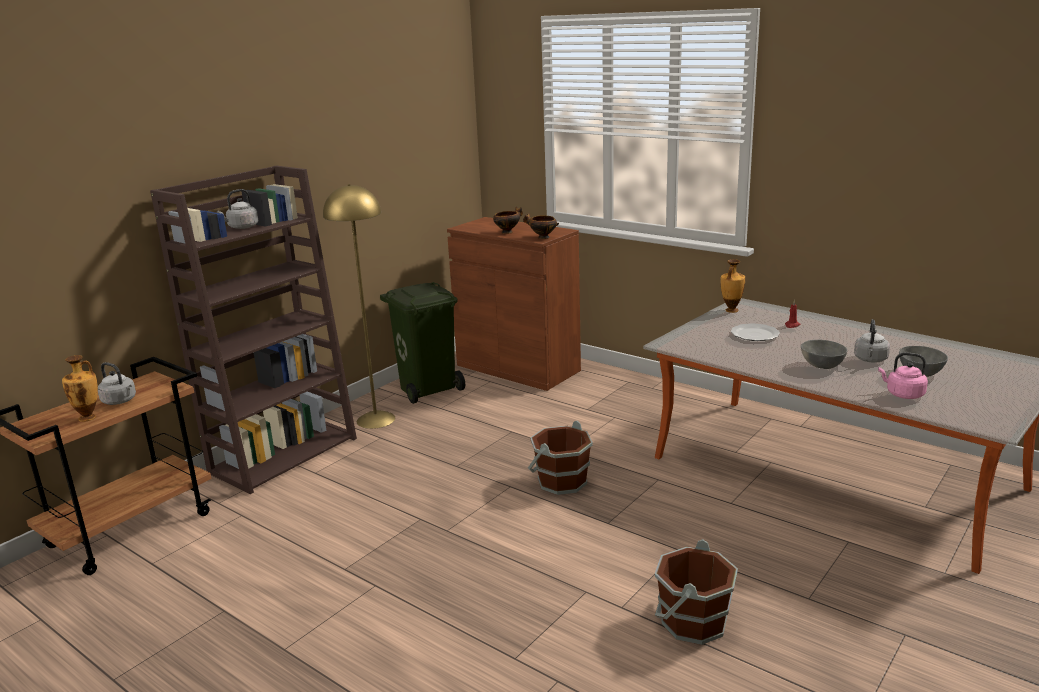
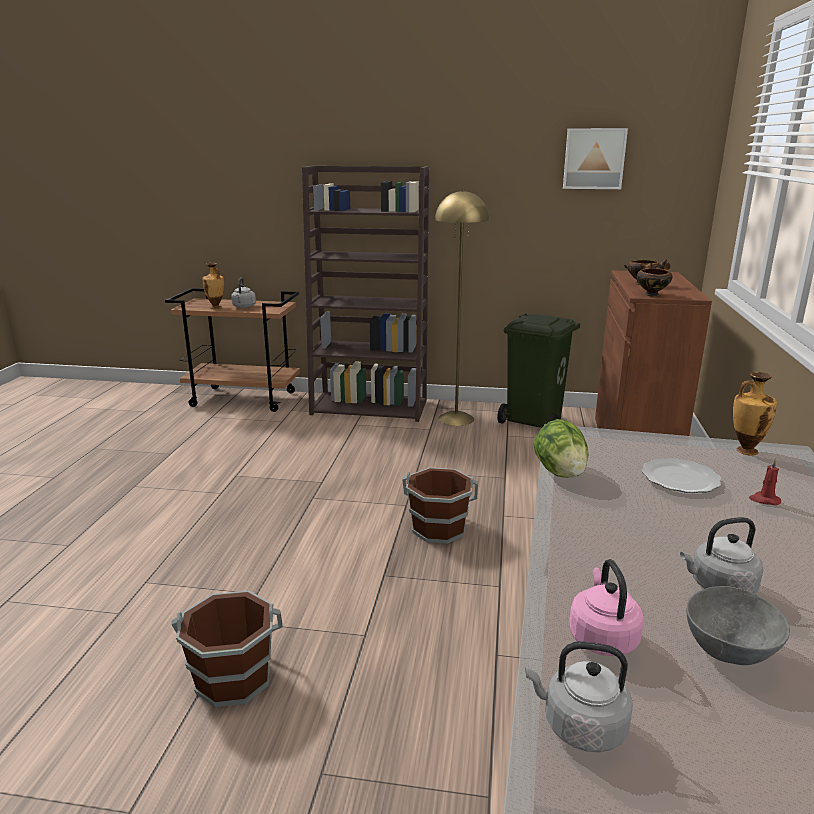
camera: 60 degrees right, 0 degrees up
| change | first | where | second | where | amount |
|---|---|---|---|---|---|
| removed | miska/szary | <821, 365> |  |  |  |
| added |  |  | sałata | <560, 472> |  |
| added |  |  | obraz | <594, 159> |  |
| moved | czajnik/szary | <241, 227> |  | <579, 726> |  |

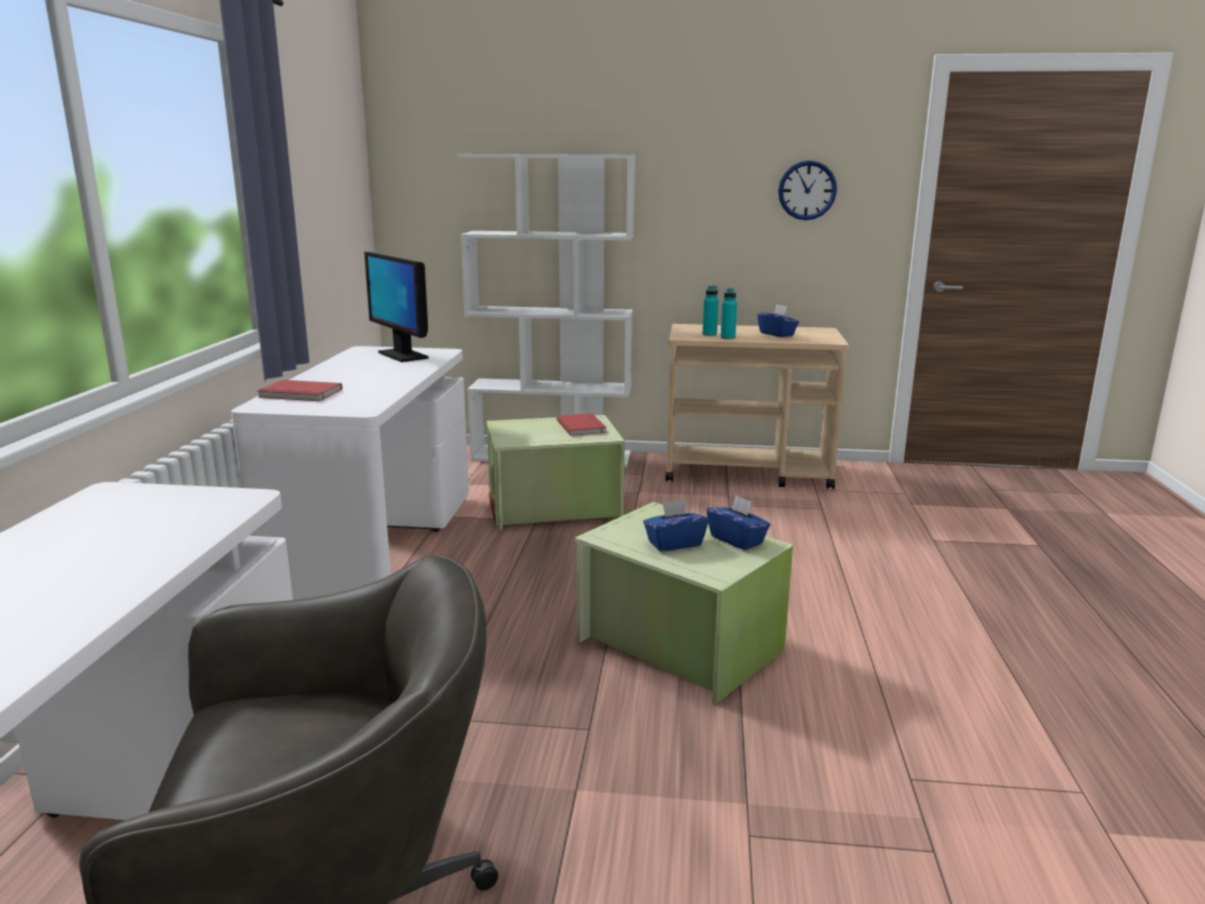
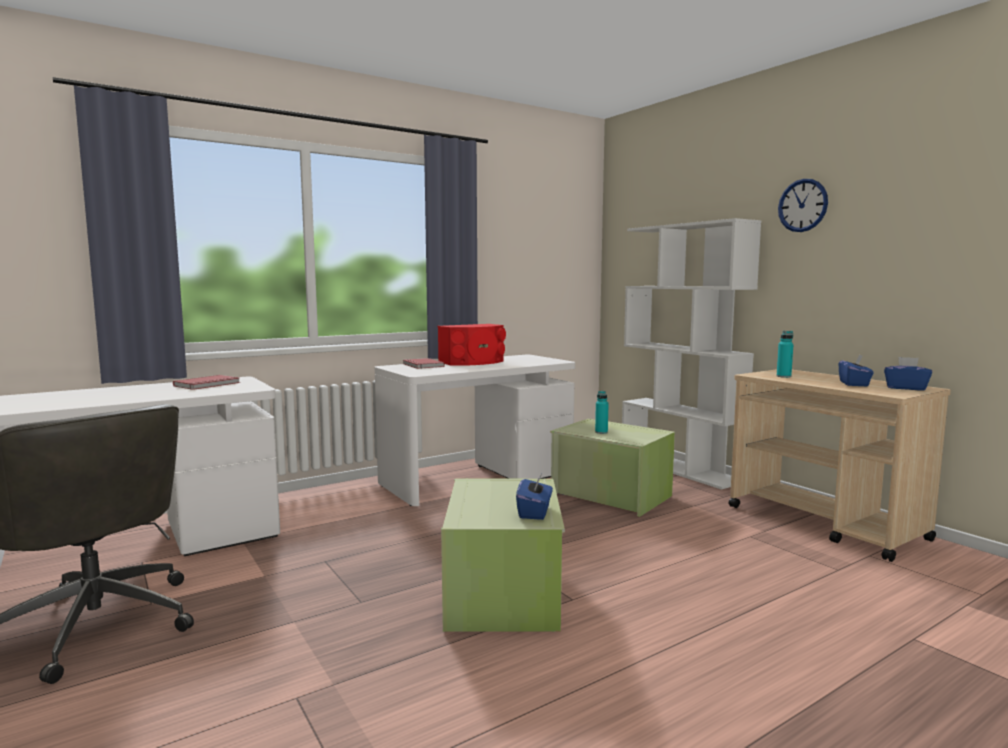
camera: 50 degrees right, 10 degrees down
| change | first | where | second | where | amount |
|---|---|---|---|---|---|
| removed | monitor | <402, 355> |  |  |  |
| added |  |  | głośnik/czerwony | <473, 362> |  |
| moved | książka/czerwony | <583, 426> |  | <208, 384> |  |
| moved | pudełko chusteczek/niebieski | <674, 543> |  | <905, 388> |  |
| moved | butelka/turkusowy | <727, 338> |  | <601, 432> |  |
| moved | zegar ścienny | <807, 190> |  | <802, 205> |  |

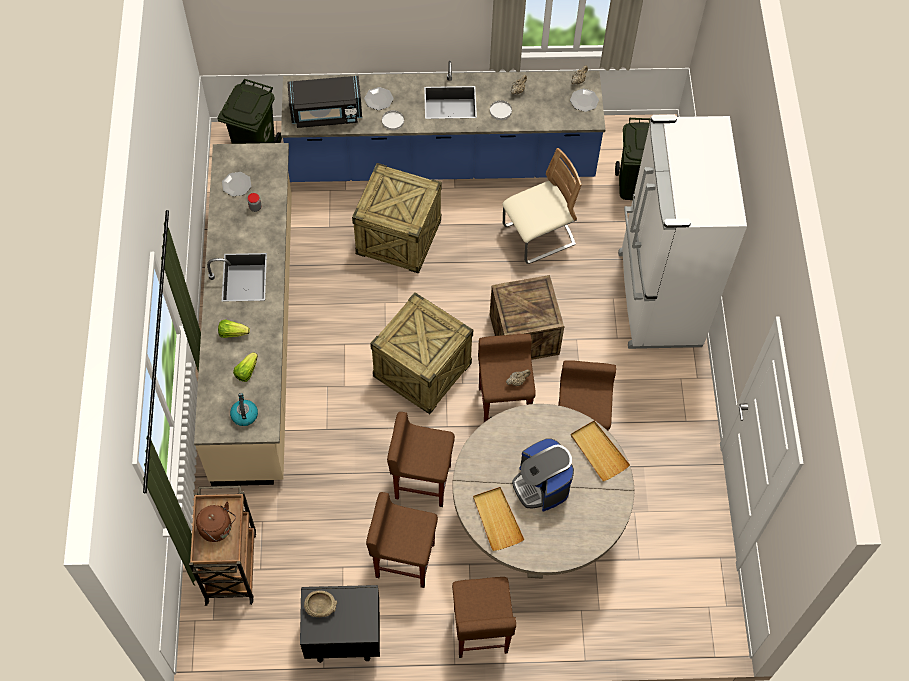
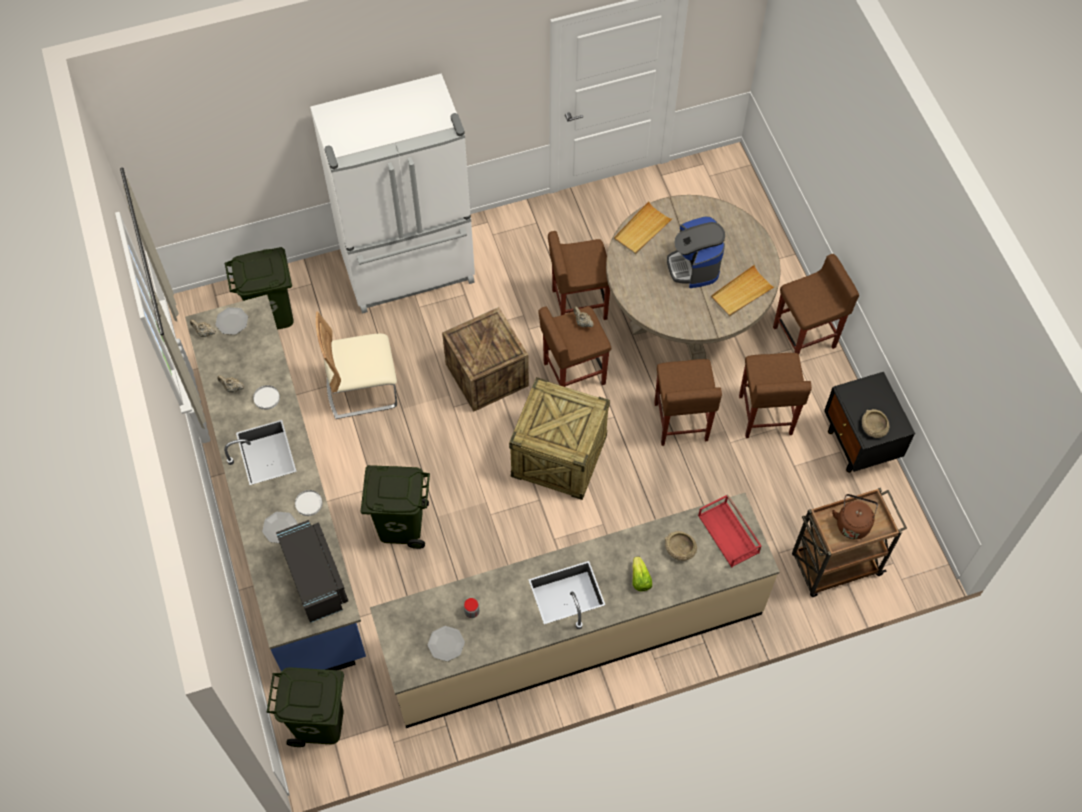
camera: 105 degrees left, 0 degrees up
| change | first | where | second | where | amount |
|---|---|---|---|---|---|
| replaced | czajnik | <244, 415> | taca/czerwony | <729, 534> |  |
| replaced | sałata | <246, 371> | miska/beżowy | <680, 549> |  |
| replaced | skrzynka | <399, 236> | kosz na śmieci/zielony | <401, 525> |  |
| turned | krzesło/beżowy | <538, 236> |  | <362, 389> | 60 degrees counterclockwise |
| turned | ekspres do kawy | <541, 485> |  | <694, 266> | 120 degrees clockwise |

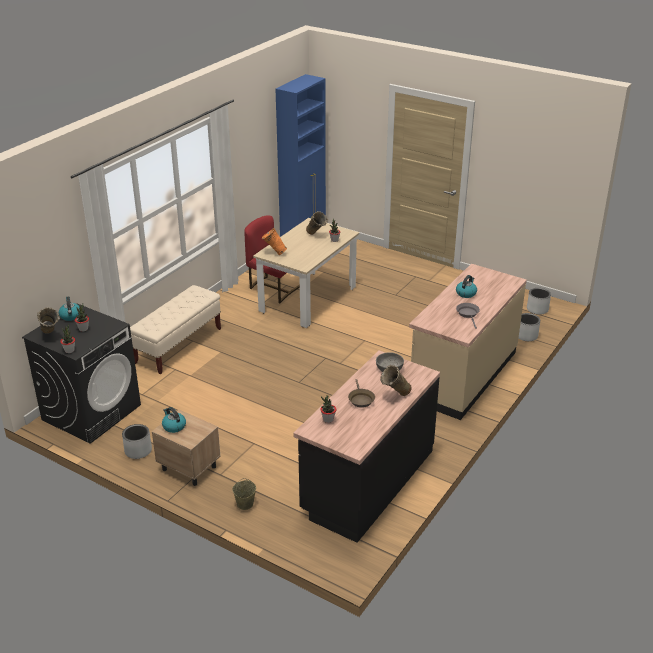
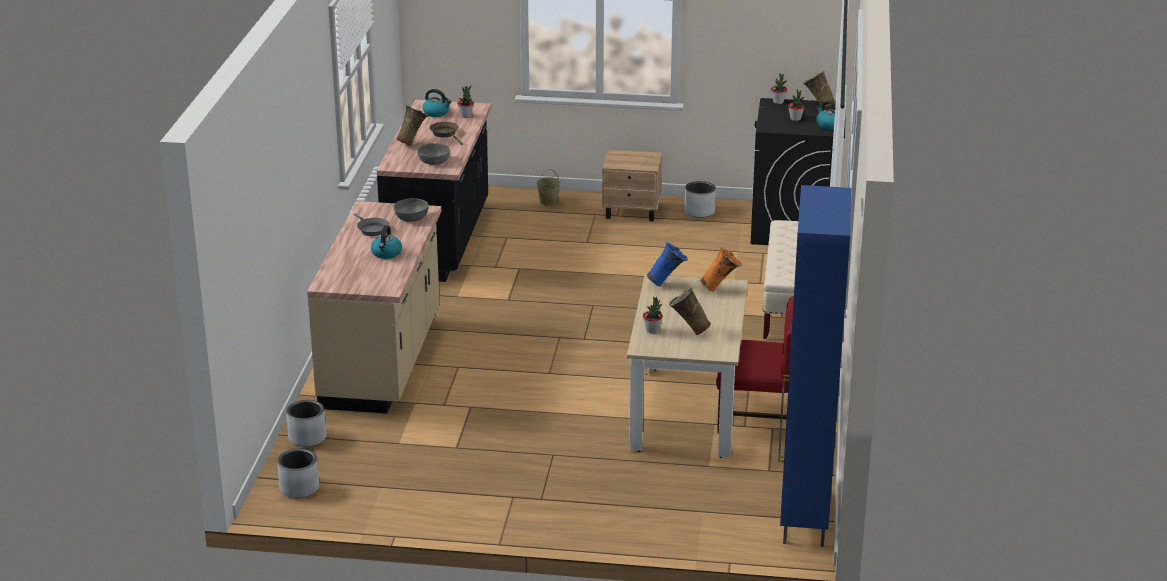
camera: 155 degrees right, 5 degrees down
| change | first | where | second | where | amount |
|---|---|---|---|---|---|
| added |  |  | miska/szary | <411, 218> |  |
| added |  |  | wazon/niebieski | <667, 284> |  |
| moved | czajnik | <174, 426> |  | <436, 113> |  |

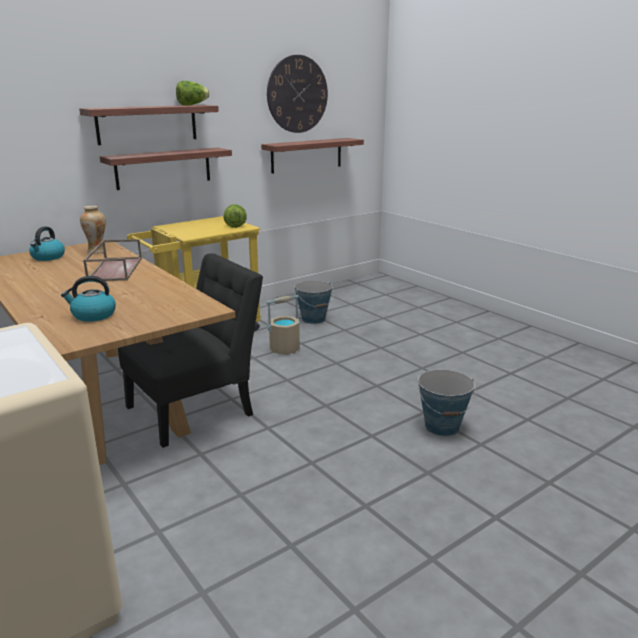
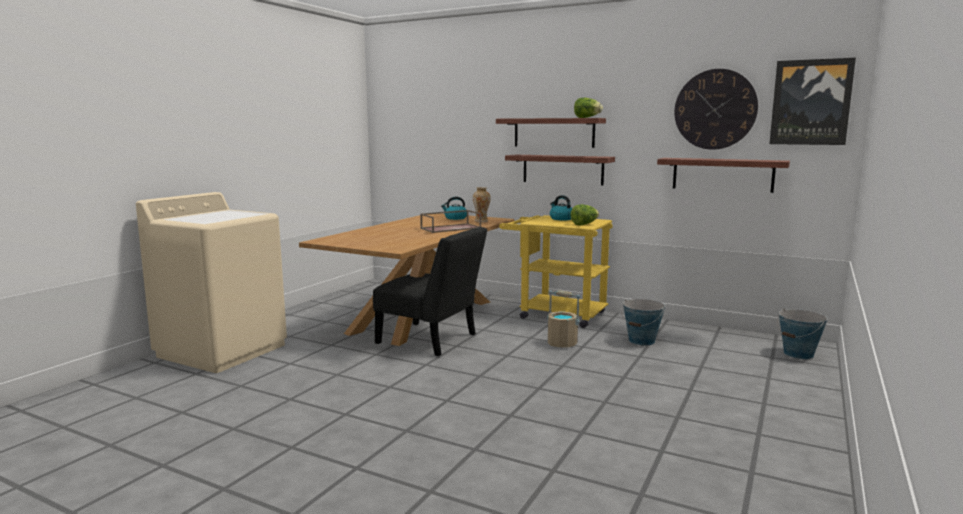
camera: 65 degrees right, 10 degrees down
| change | first | where | second | where | amount |
|---|---|---|---|---|---|
| added |  |  | obraz | <810, 102> |  |
| moved | czajnik | <93, 315> |  | <561, 219> |  |
| moved | wiadro | <442, 427> |  | <798, 354> |  |

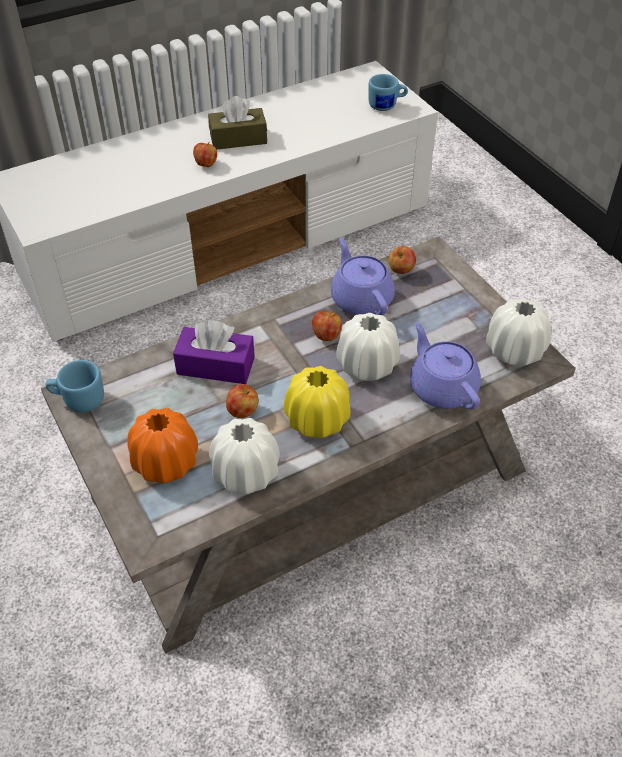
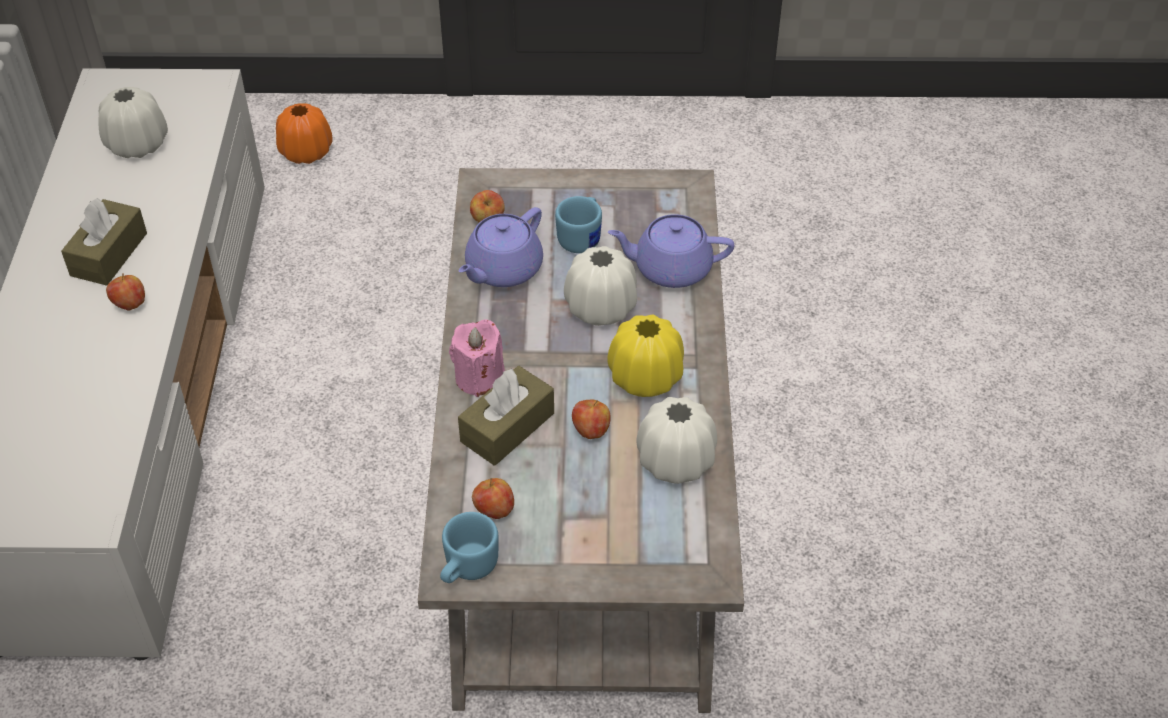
camera: 60 degrees left, 0 degrees up
| change | first | where | second | where | amount |
|---|---|---|---|---|---|
| added |  |  | świeca/różowy | <479, 377> |  |
| moved | wazon/pomarańczowy | <166, 463> |  | <306, 152> |  |
| moved | jabłko | <326, 336> |  | <494, 510> |  |
| moved | kubek/niebieski | <387, 106> |  | <582, 237> |  |
| moved | wazon/biały | <514, 351> |  | <137, 145> |  |
| recoloured | pudełko chusteczek/fioletowy | <215, 366> | pudełko chusteczek/brązowy | <507, 427> |  |
| turned | imbryk/fioletowy | <361, 299> |  | <502, 269> | 60 degrees counterclockwise |

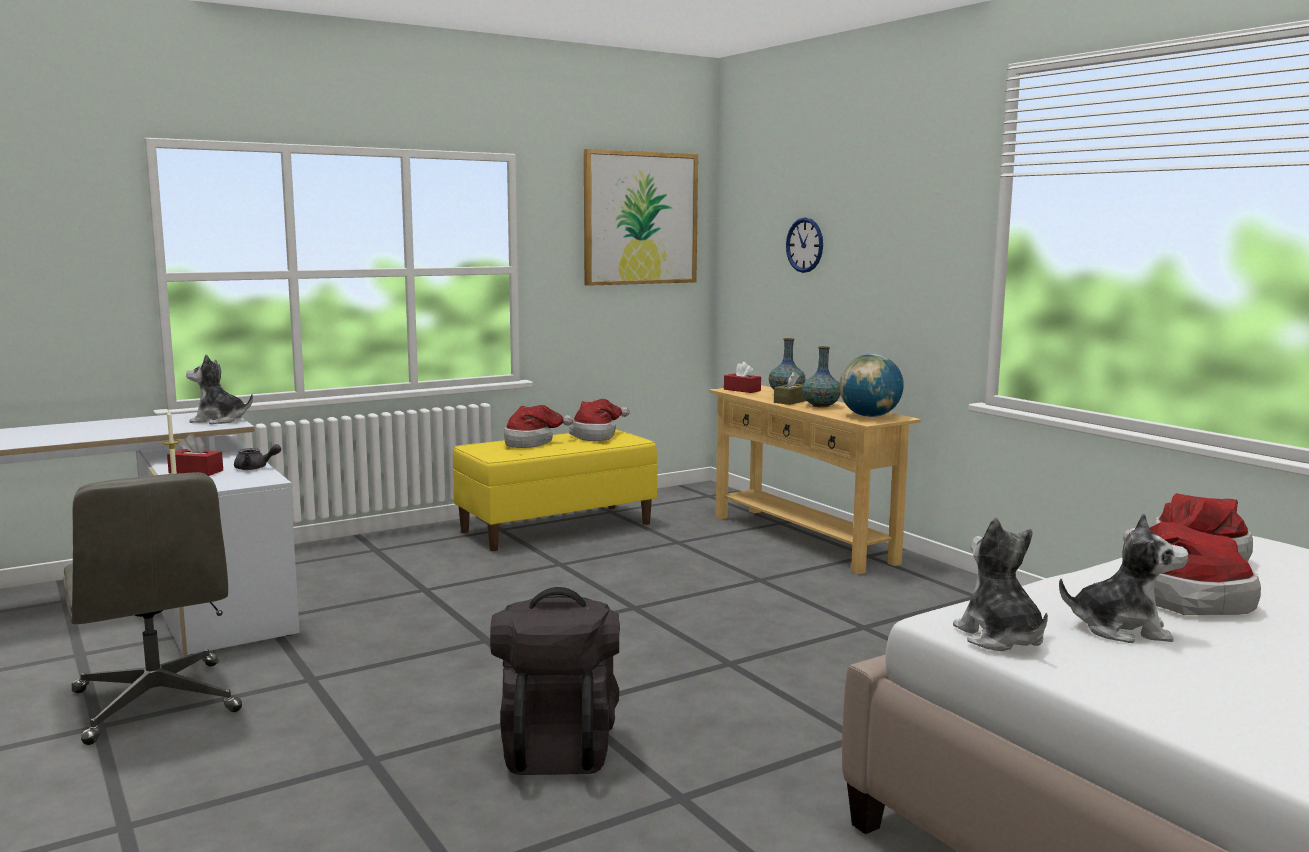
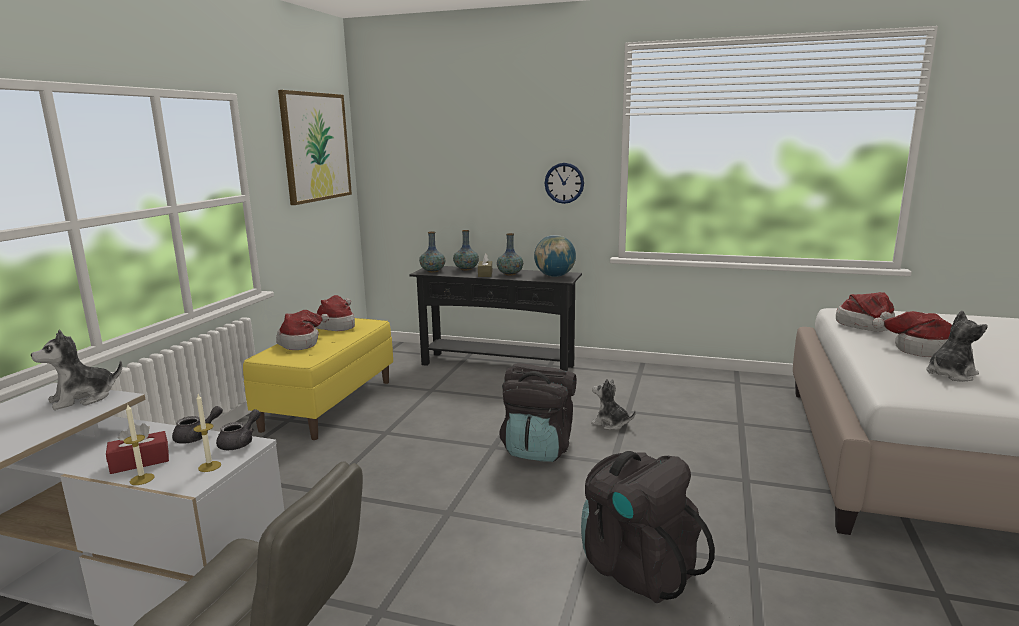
camera: 40 degrees left, 5 degrees up
| change | first | where | second | where | amount |
|---|---|---|---|---|---|
| added |  |  | świeca | <209, 466> |  |
| added |  |  | imbryk/szary | <240, 442> |  |
| added |  |  | plecak/czarny | <538, 448> |  |
| moved | zegar ścienny | <805, 245> |  | <564, 183> |  |
| moved | pluszak | <1000, 638> |  | <610, 423> |  |
| replaced | pudełko chusteczek/czerwony | <742, 390> | wazon | <432, 271> |  |
| recoloured | stolik konsolowy/beżowy | <802, 539> | stolik konsolowy/czarny | <497, 365> |  |

